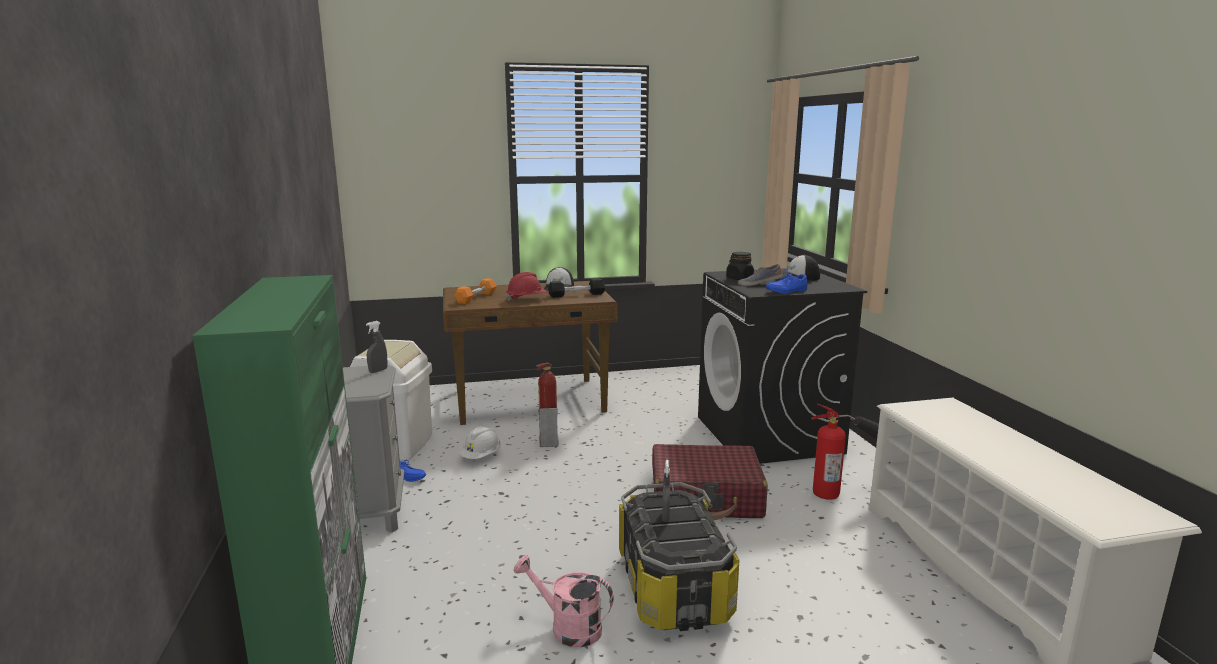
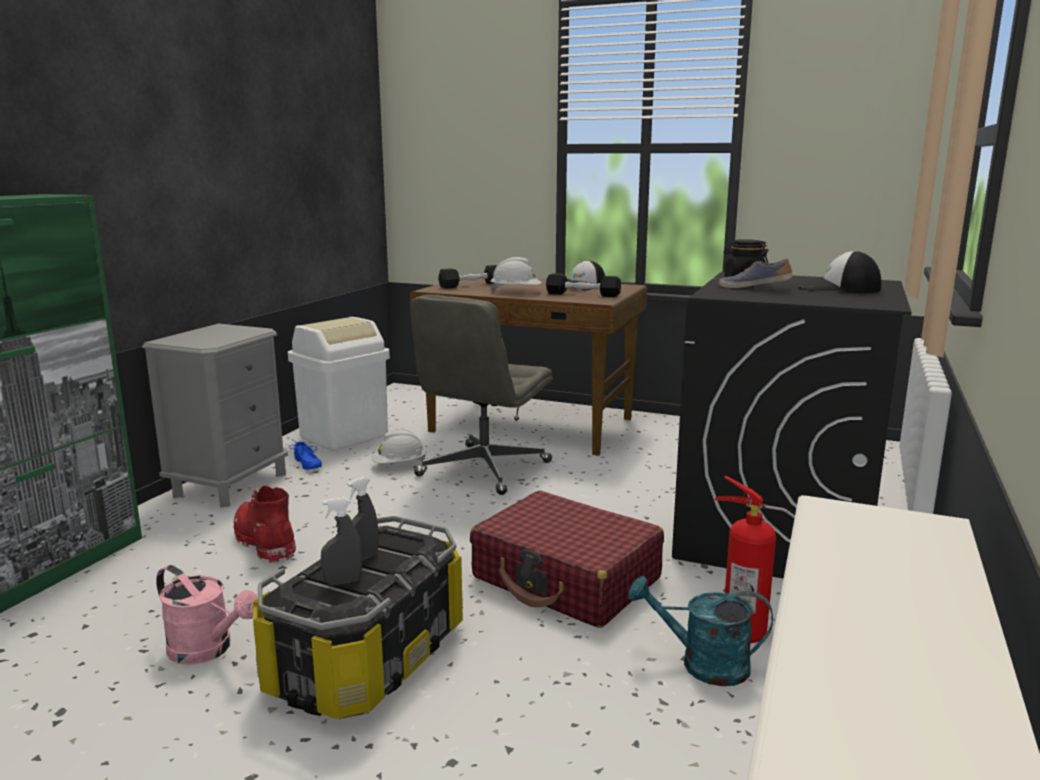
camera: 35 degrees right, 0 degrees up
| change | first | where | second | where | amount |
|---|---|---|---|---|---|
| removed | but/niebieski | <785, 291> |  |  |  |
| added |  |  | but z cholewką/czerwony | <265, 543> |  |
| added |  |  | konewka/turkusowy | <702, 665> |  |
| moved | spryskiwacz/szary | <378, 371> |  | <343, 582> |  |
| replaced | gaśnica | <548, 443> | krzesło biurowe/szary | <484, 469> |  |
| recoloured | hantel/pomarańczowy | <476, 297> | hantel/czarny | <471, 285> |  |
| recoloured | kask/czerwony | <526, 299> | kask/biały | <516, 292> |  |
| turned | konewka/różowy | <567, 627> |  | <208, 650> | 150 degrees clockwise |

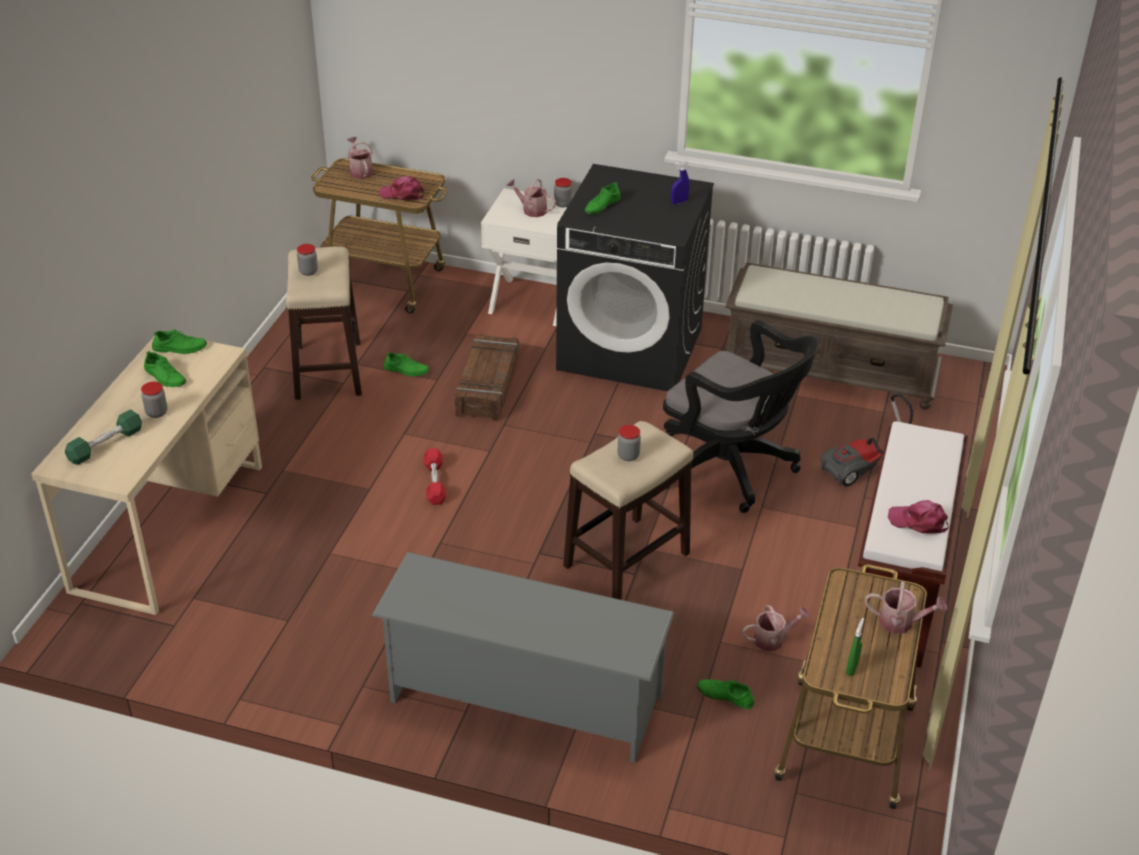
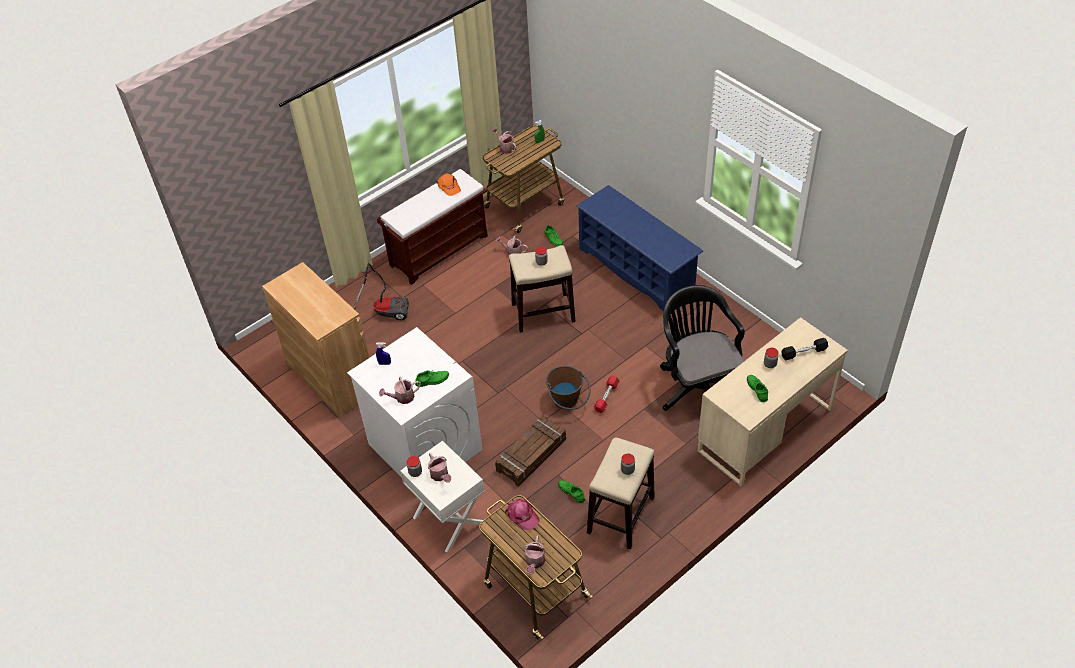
camera: 145 degrees left, 10 degrees up
| change | first | where | second | where | amount |
|---|---|---|---|---|---|
| removed | but/zielony | <179, 348> |  |  |  |
| added |  |  | konewka | <402, 398> |  |
| added |  |  | wiadro/brązowy | <568, 403> |  |
| moved | krzesło biurowe/czarny | <731, 469> |  | <697, 386> |  |
| replaced | ławka/brązowy | <831, 371> | szafka/brązowy | <332, 378> |  |
| recoloured | hantel/zielony | <105, 445> | hantel/czarny | <803, 353> |  |
| recoloured | regał na buty/szary | <523, 699> | regał na buty/niebieski | <637, 270> |  |
| recoloured | pralka/czarny | <631, 349> | pralka/biały | <424, 446> |  |
| recoloured | czapka z daszkiem/różowy | <918, 521> | czapka z daszkiem/pomarańczowy | <448, 187> |  |

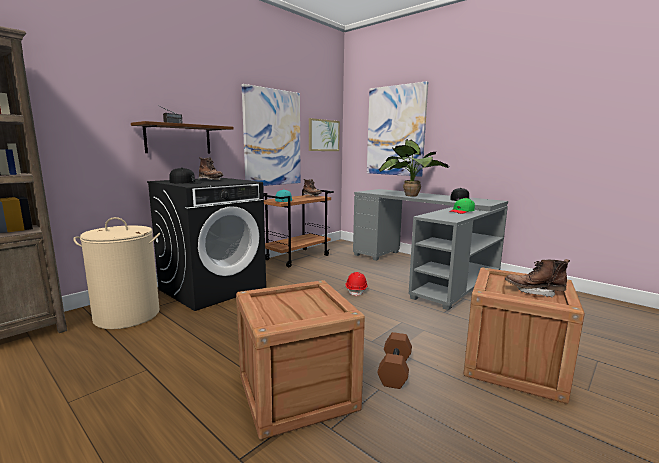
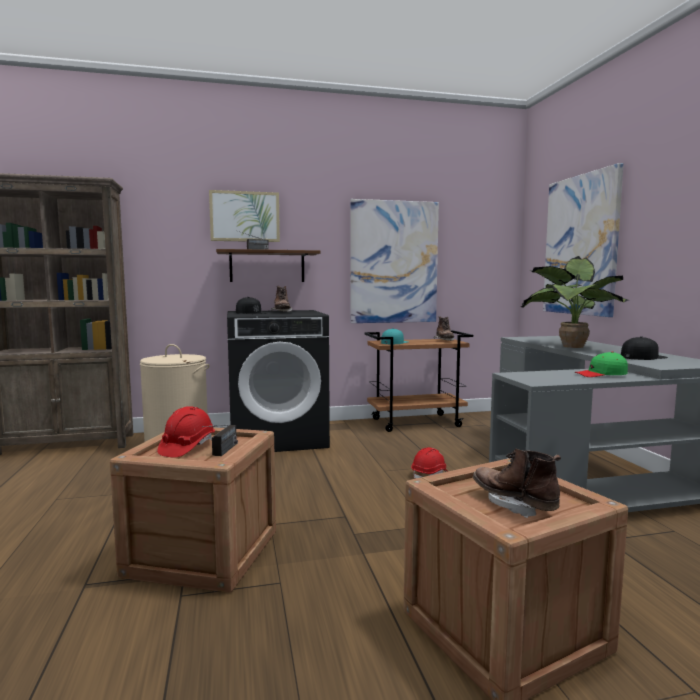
camera: 35 degrees right, 5 degrees down
| change | first | where | second | where | amount |
|---|---|---|---|---|---|
| removed | hantel/brązowy | <395, 370> |  |  |  |
| added |  |  | kask/czerwony | <187, 447> |  |
| added |  |  | radio | <221, 453> |  |
| moved | obraz | <323, 135> |  | <245, 216> |  |

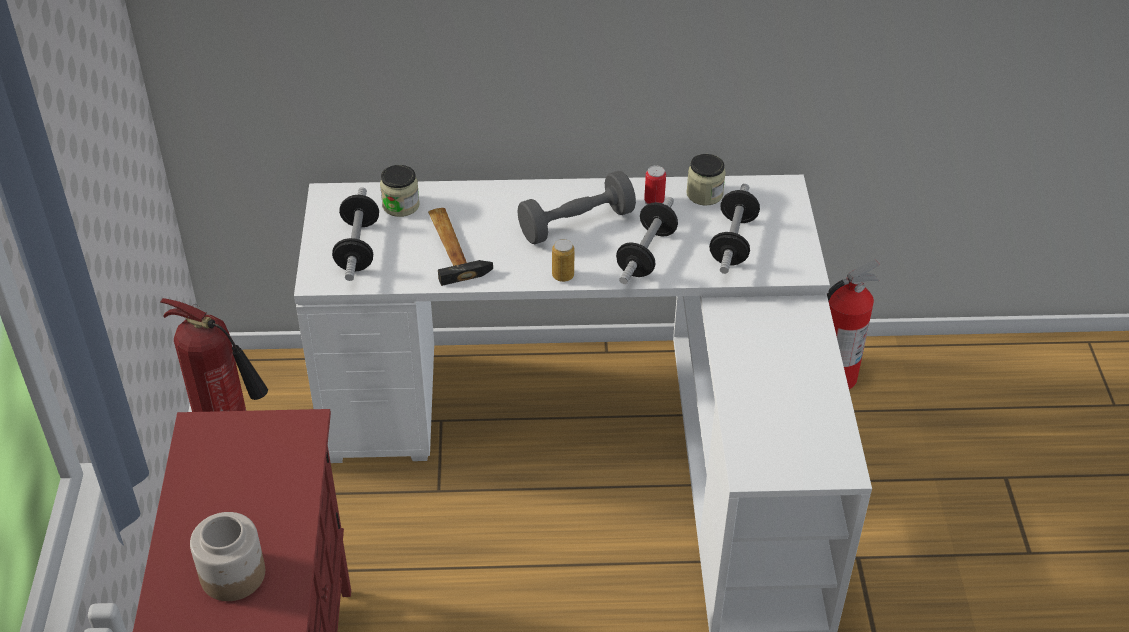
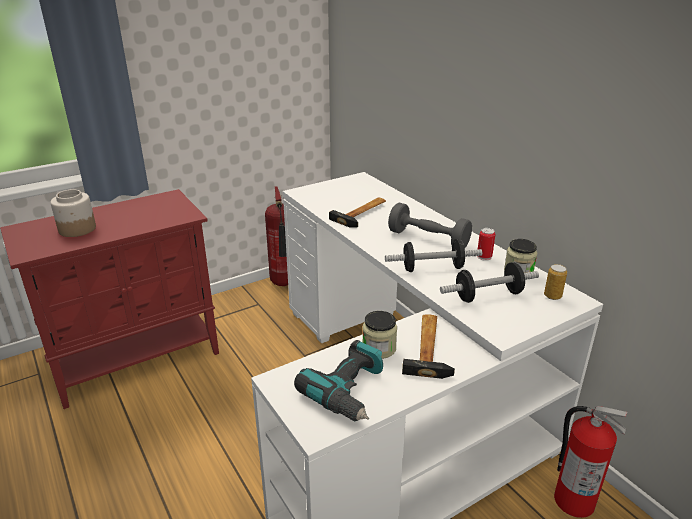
camera: 60 degrees right, 15 degrees down
| change | first | where | second | where | amount |
|---|---|---|---|---|---|
| removed | hantel | <358, 247> |  |  |  |
| added |  |  | wiertarka | <350, 391> |  |
| added |  |  | młotek | <429, 347> |  |
| moved | słoik | <401, 205> |  | <379, 348> |  |
| moved | puszka | <563, 276> |  | <552, 296> |  |

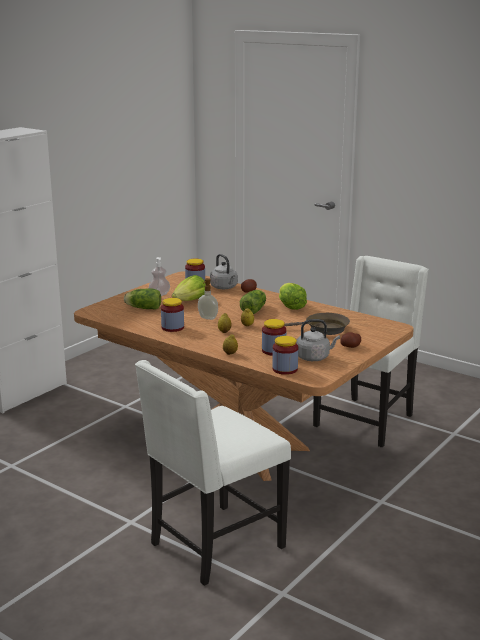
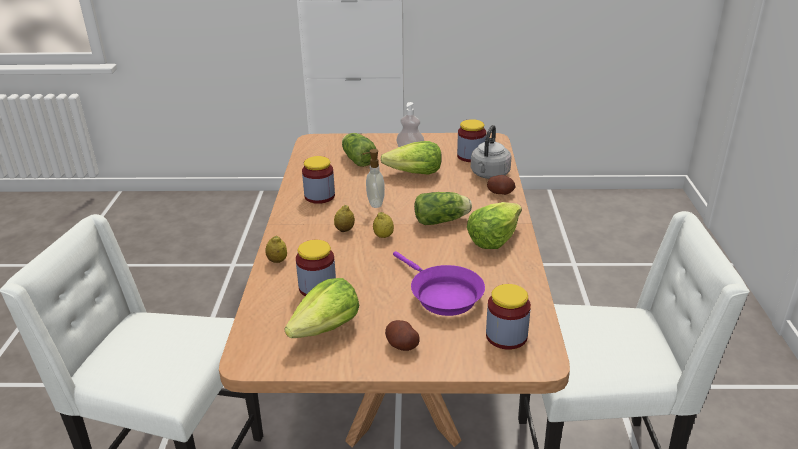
camera: 55 degrees right, 10 degrees up
| change | first | where | second | where | amount |
|---|---|---|---|---|---|
| moved | słoik | <285, 369> |  | <506, 336> |  |
| replaced | czajnik/szary | <314, 357> | sałata | <326, 329> |  |
| recoloured | patelnia/brązowy | <323, 329> | patelnia/fioletowy | <442, 295> |  |

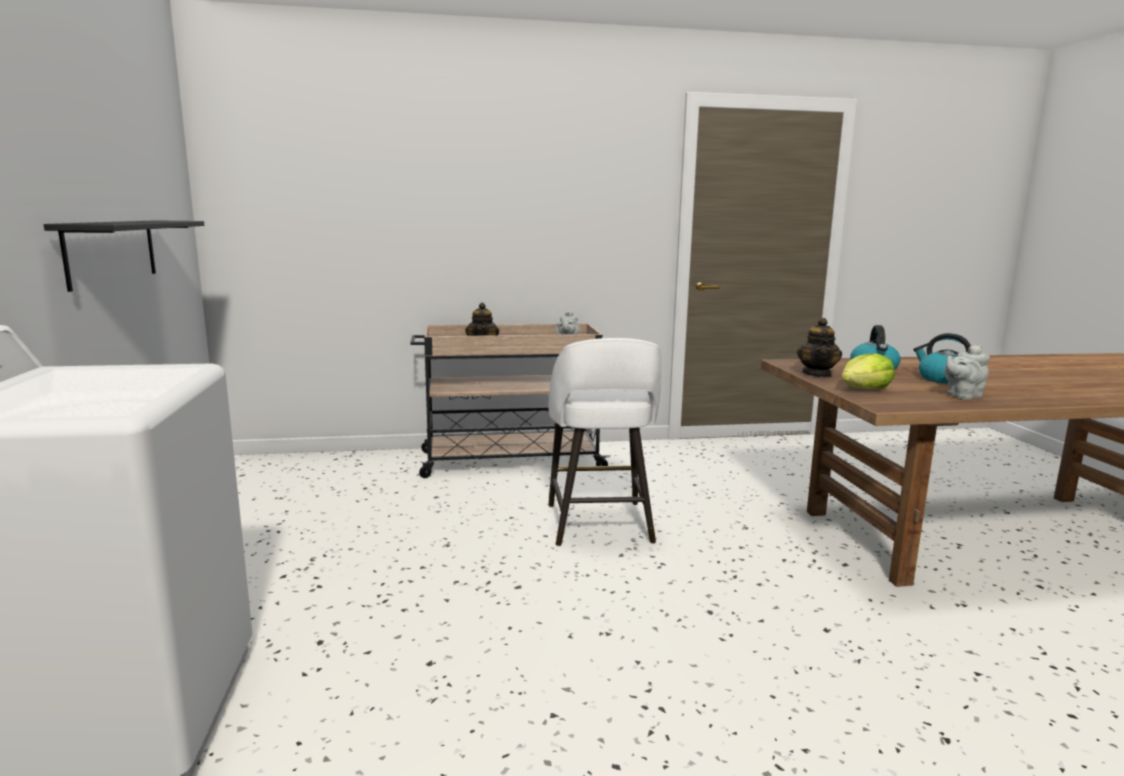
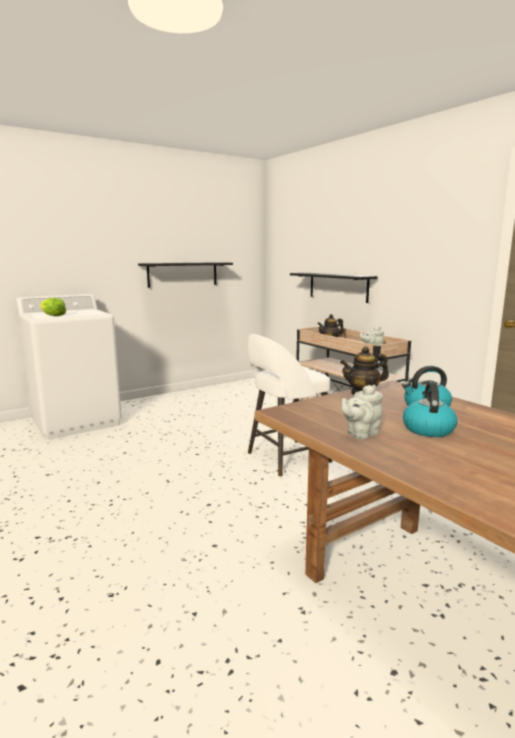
camera: 65 degrees right, 0 degrees up
| change | first | where | second | where | amount |
|---|---|---|---|---|---|
| added |  |  | półka/czarny | <338, 287> |  |
| moved | sałata | <865, 389> |  | <53, 315> |  |
| turned | imbryk/szary | <962, 396> |  | <361, 434> | 75 degrees counterclockwise |

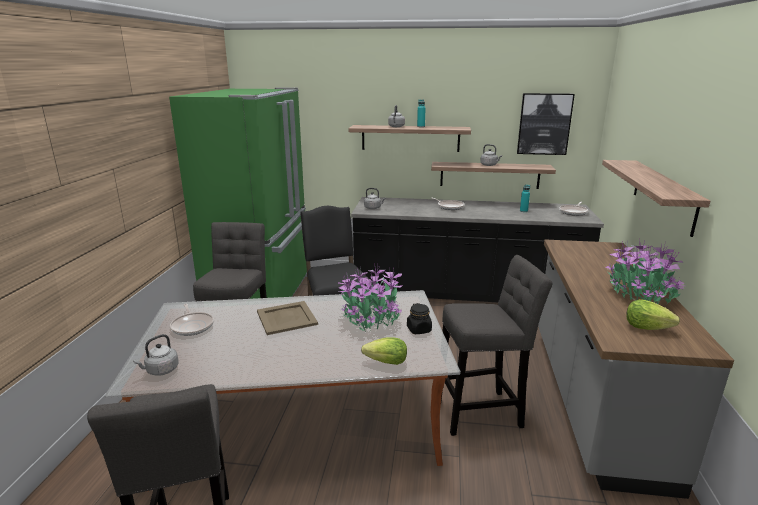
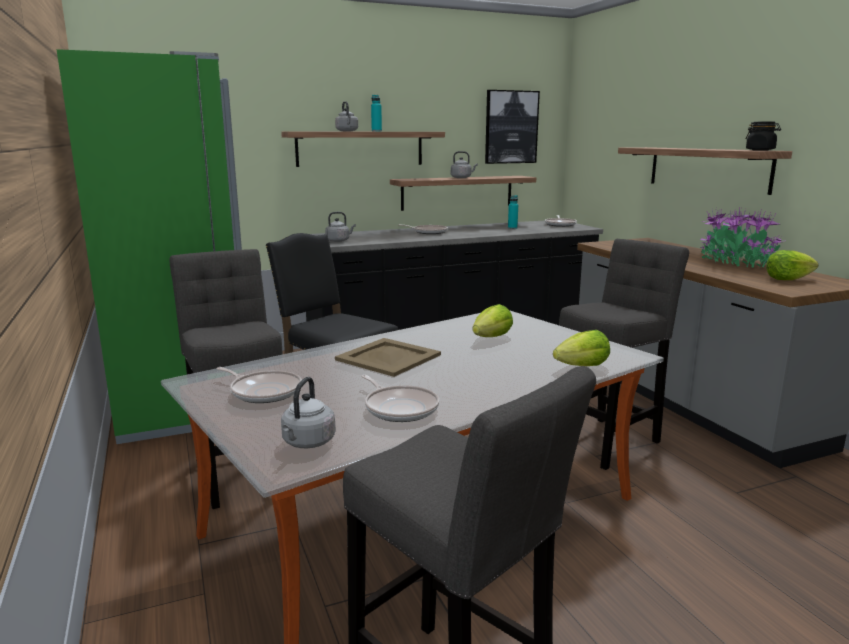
camera: 30 degrees left, 5 degrees down
| change | first | where | second | where | amount |
|---|---|---|---|---|---|
| added |  |  | patelnia | <399, 408> |  |
| moved | słoik/czarny | <419, 329> |  | <760, 150> |  |
| replaced | roślina doniczkowa | <371, 318> | sałata | <492, 338> |  |

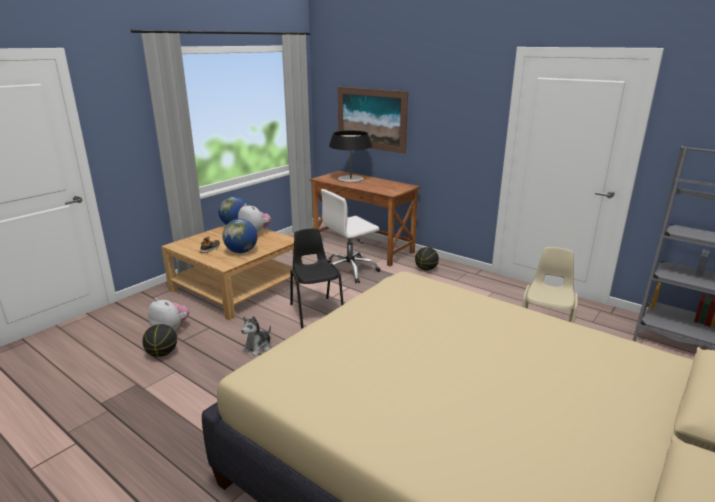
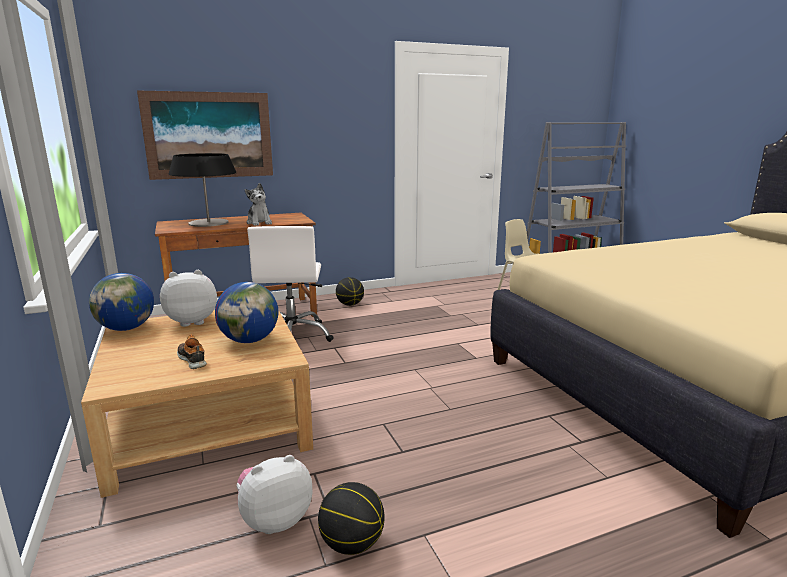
camera: 60 degrees left, 5 degrees down
| change | first | where | second | where | amount |
|---|---|---|---|---|---|
| removed | krzesło/czarny | <316, 312> |  |  |  |
| moved | pluszak | <258, 347> |  | <259, 223> |  |

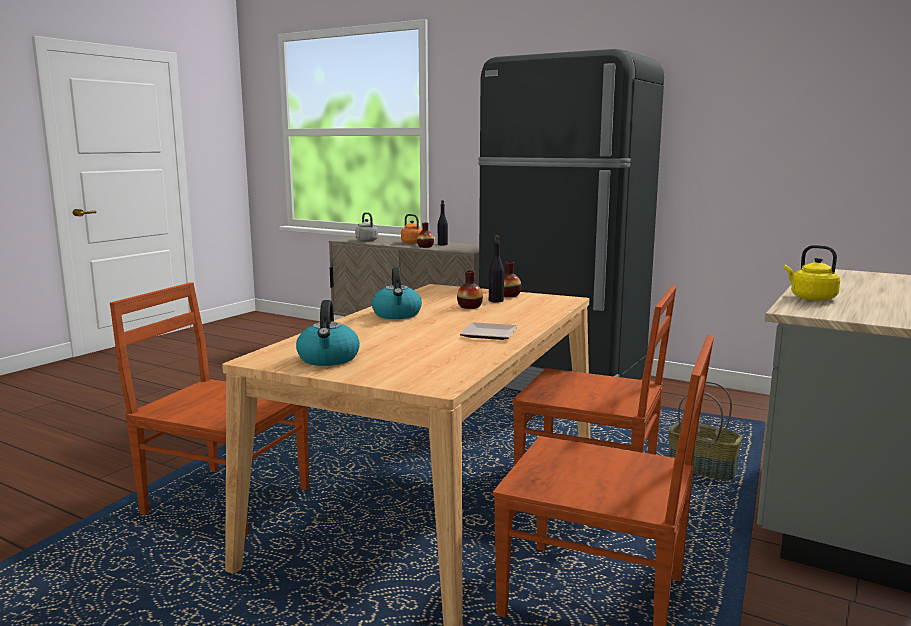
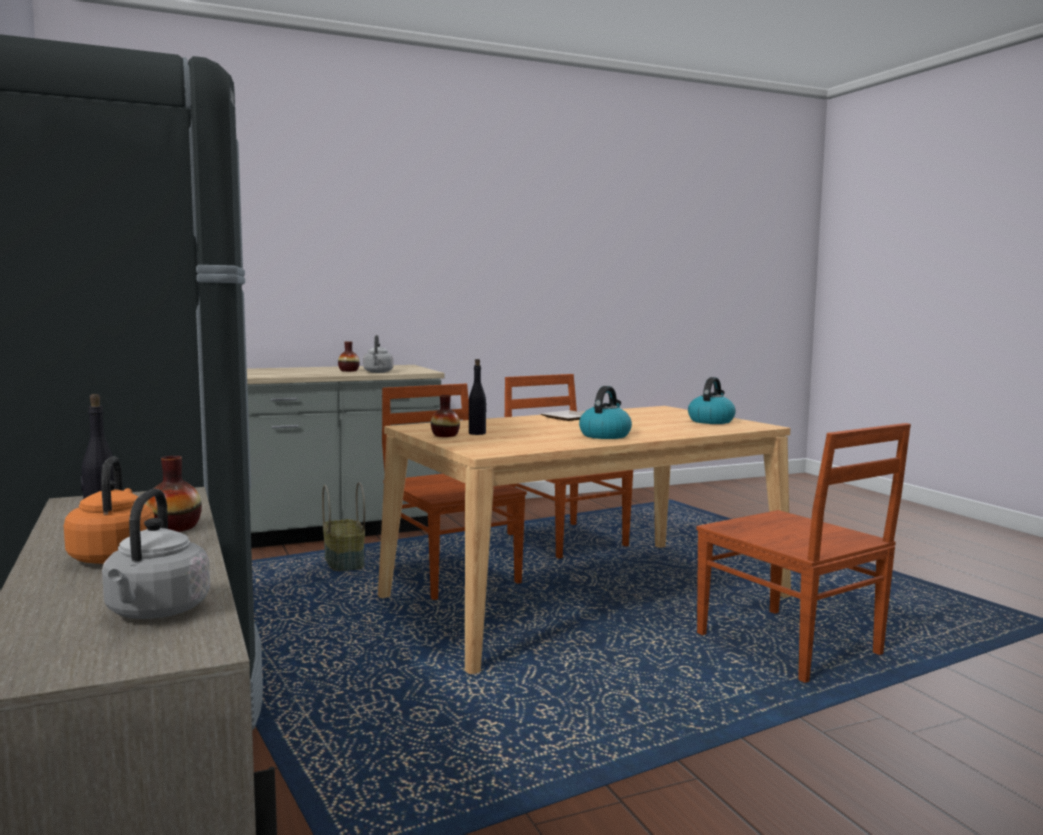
camera: 145 degrees left, 5 degrees down
| change | first | where | second | where | amount |
|---|---|---|---|---|---|
| moved | wazon | <469, 307> |  | <348, 371> |  |
| recoloured | czajnik/żółty | <810, 298> | czajnik/szary | <378, 372> |  |

